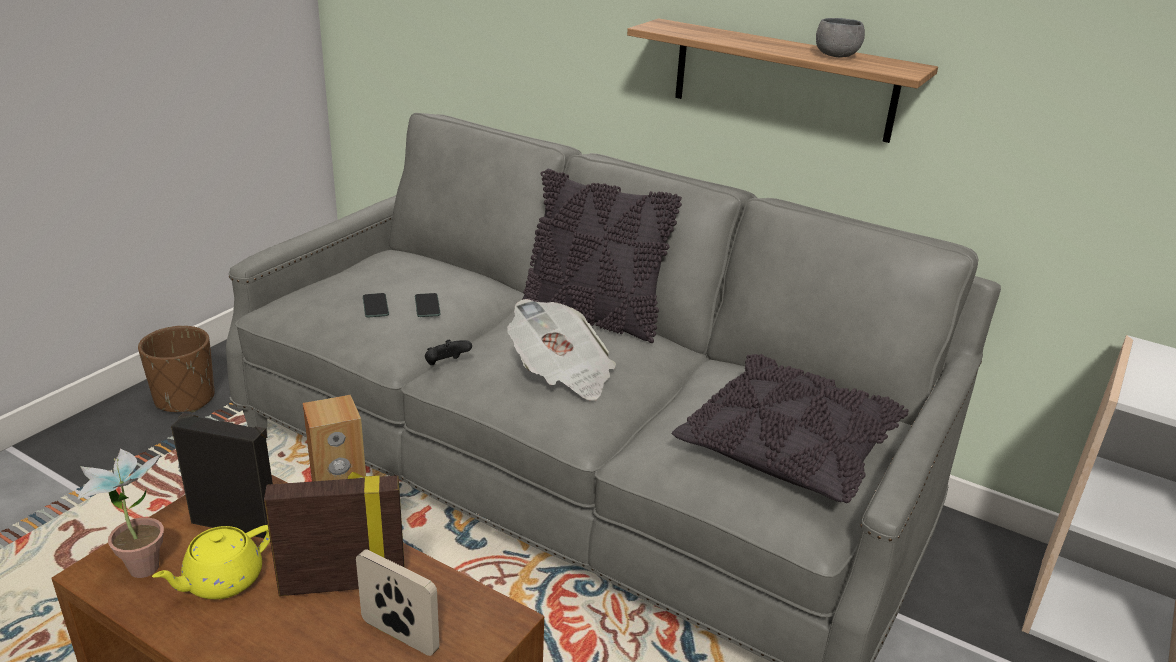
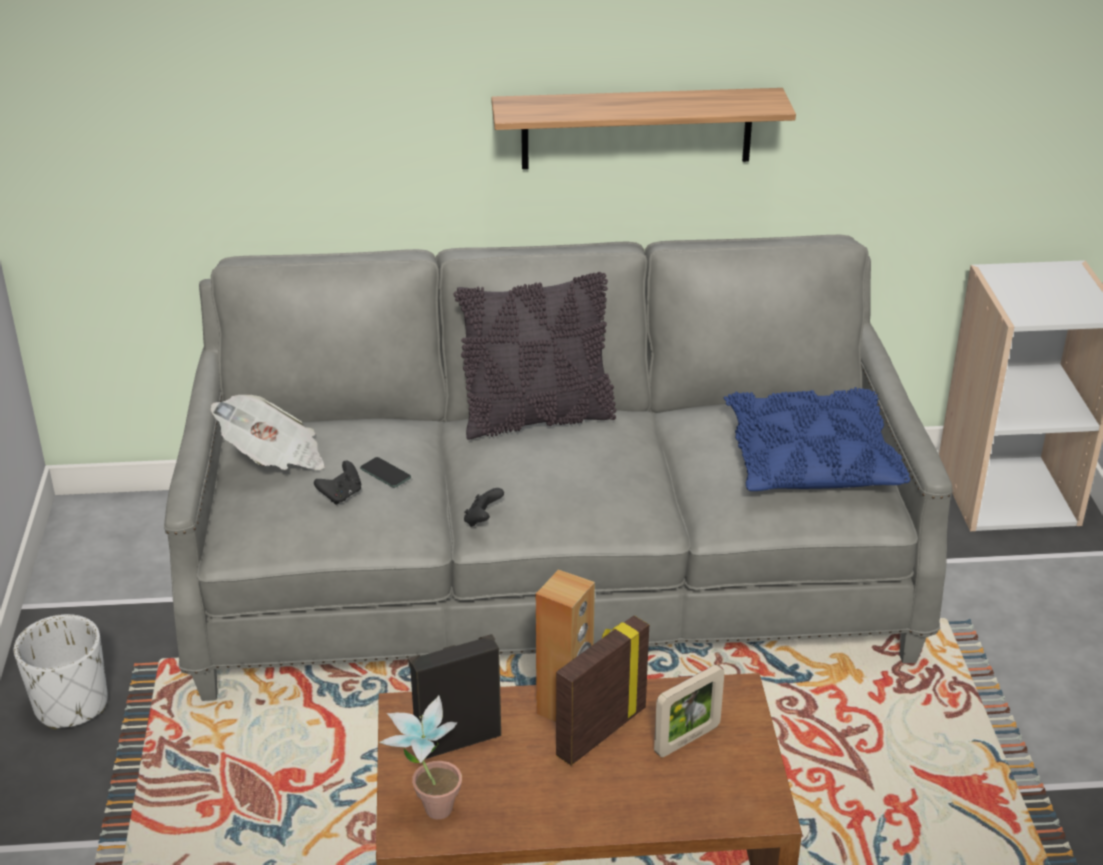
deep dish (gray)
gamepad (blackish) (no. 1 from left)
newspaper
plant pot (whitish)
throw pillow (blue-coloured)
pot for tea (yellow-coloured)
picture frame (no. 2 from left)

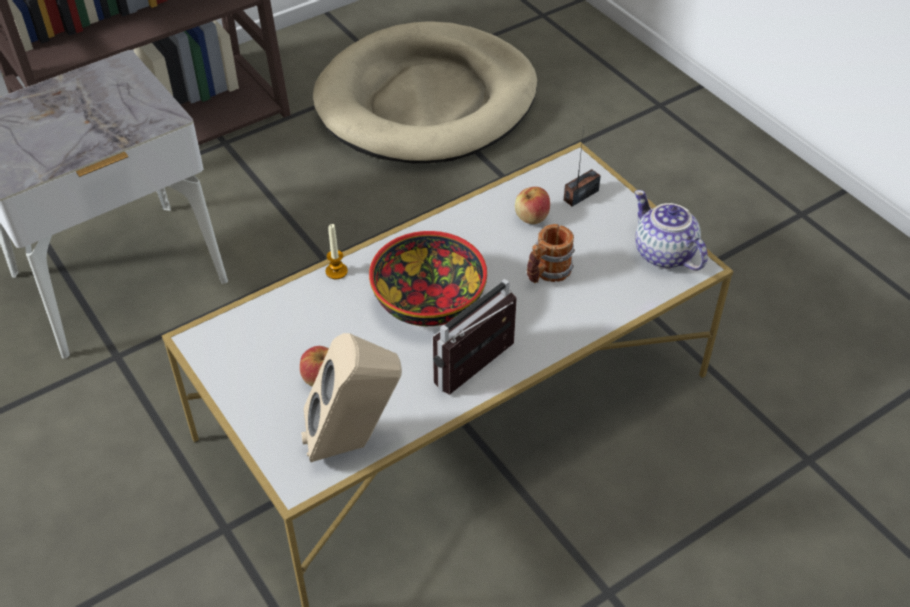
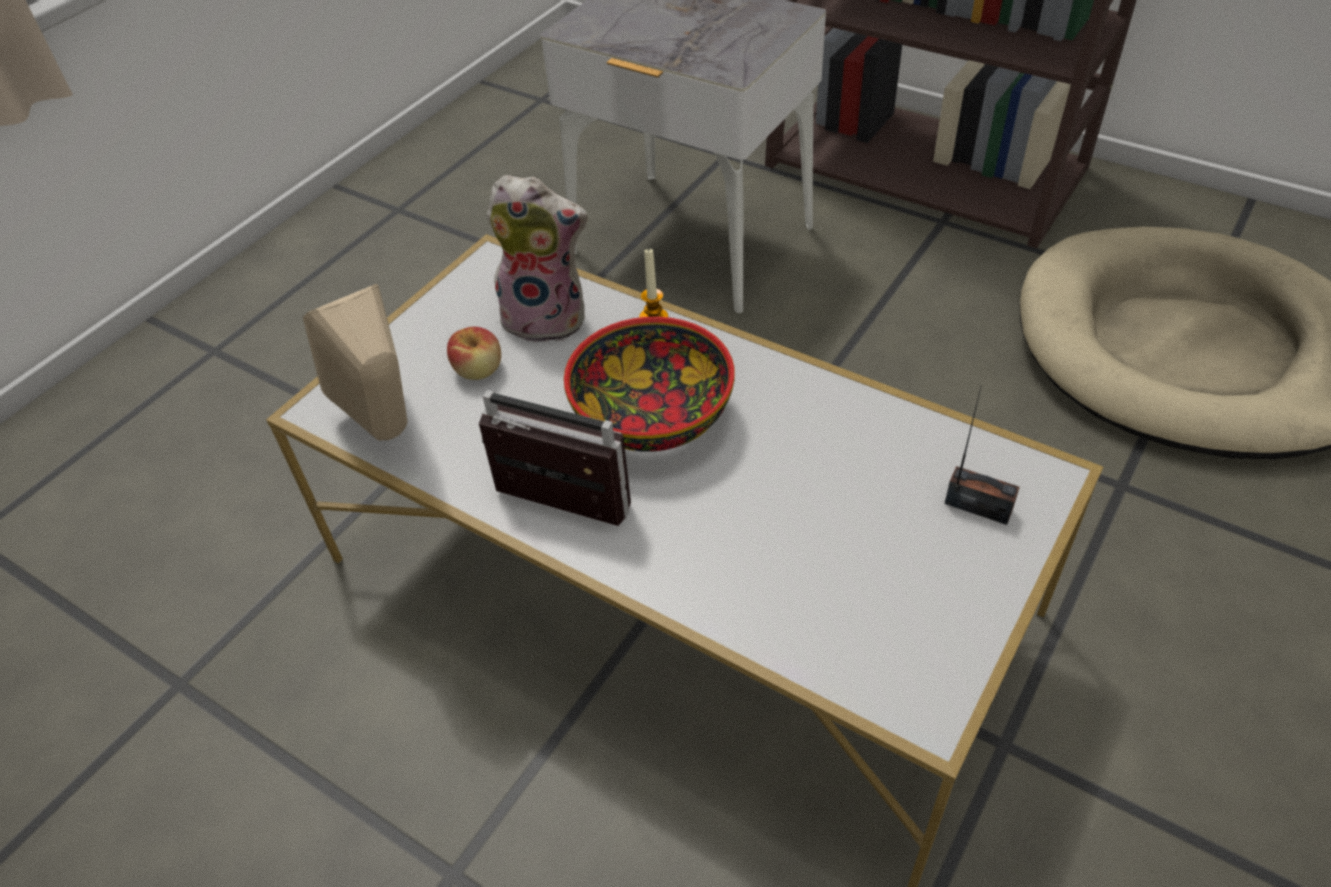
apple (no. 2 from left in the first image)
pot for tea
tea mug
soft toy

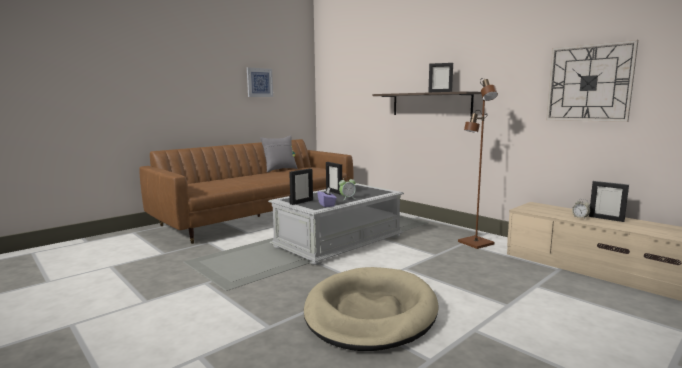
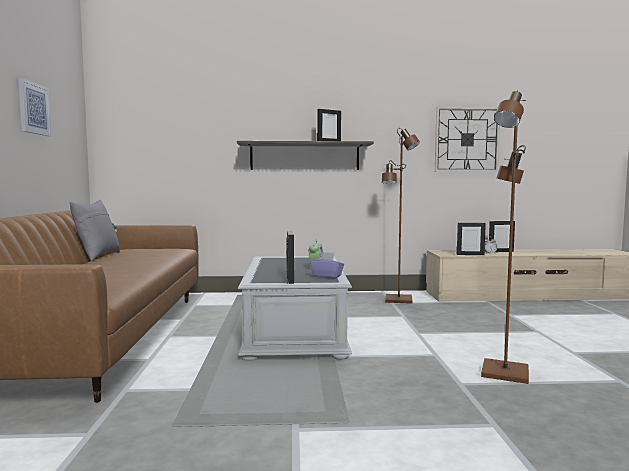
picture frame (no. 3 from left)
standing lamp (brown) (no. 2 from left)

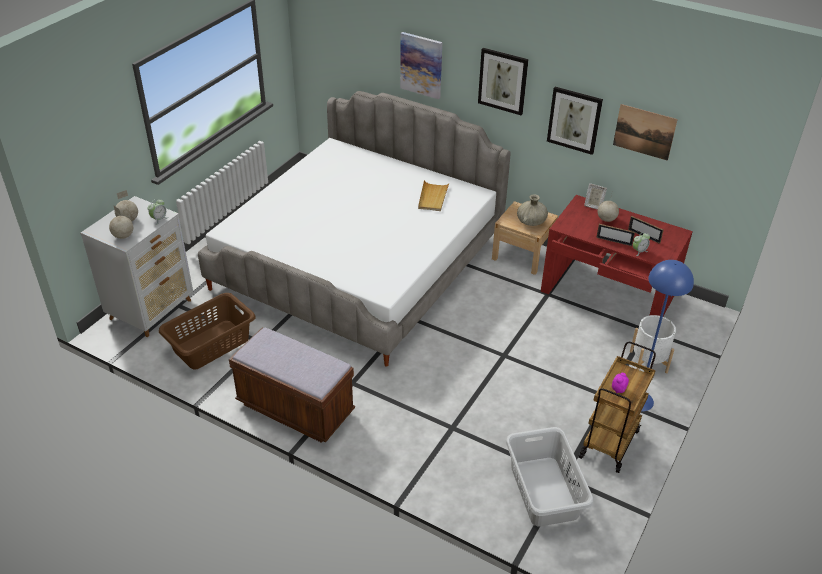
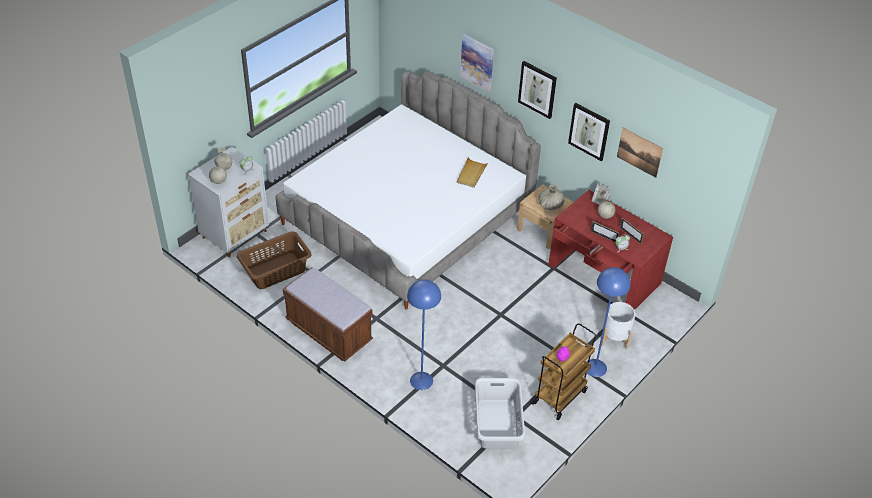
standing lamp (blue-coloured) (no. 1 from left)

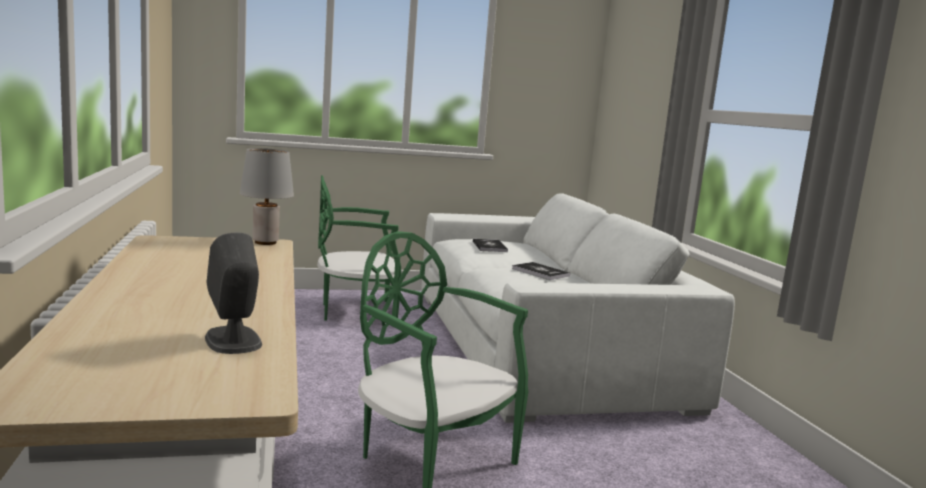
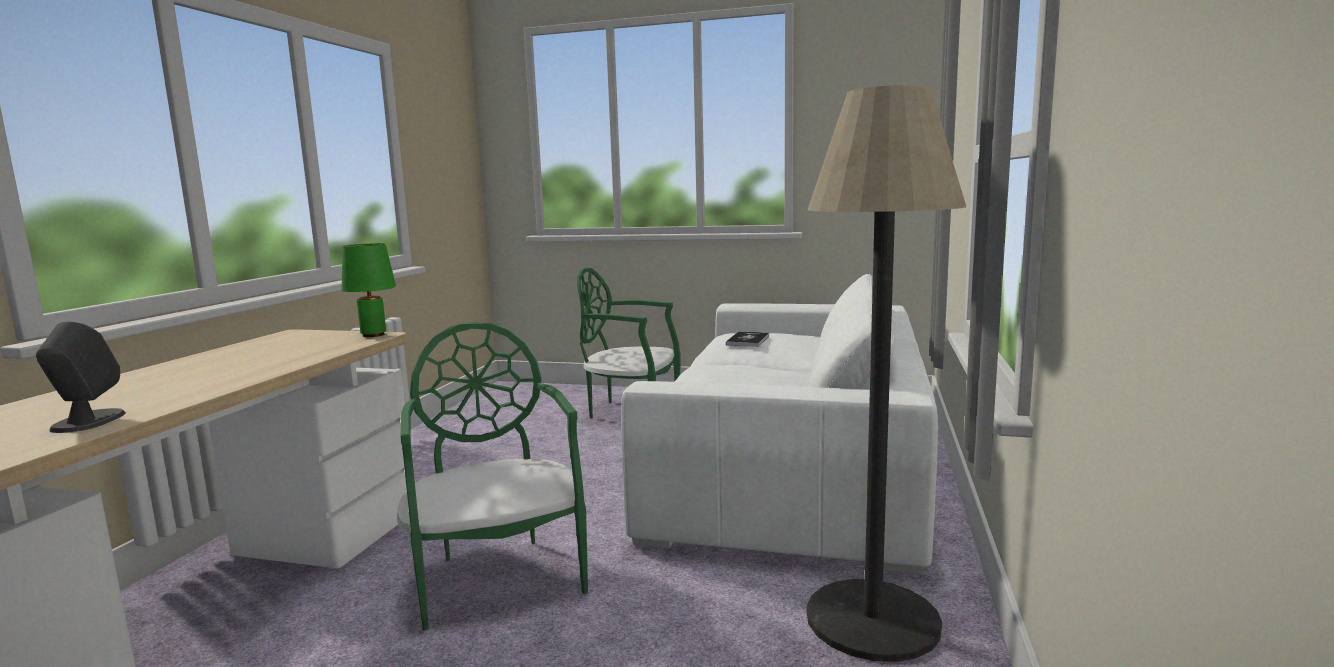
table lamp (greenish)
volume (no. 2 from left in the first image)
standing lamp

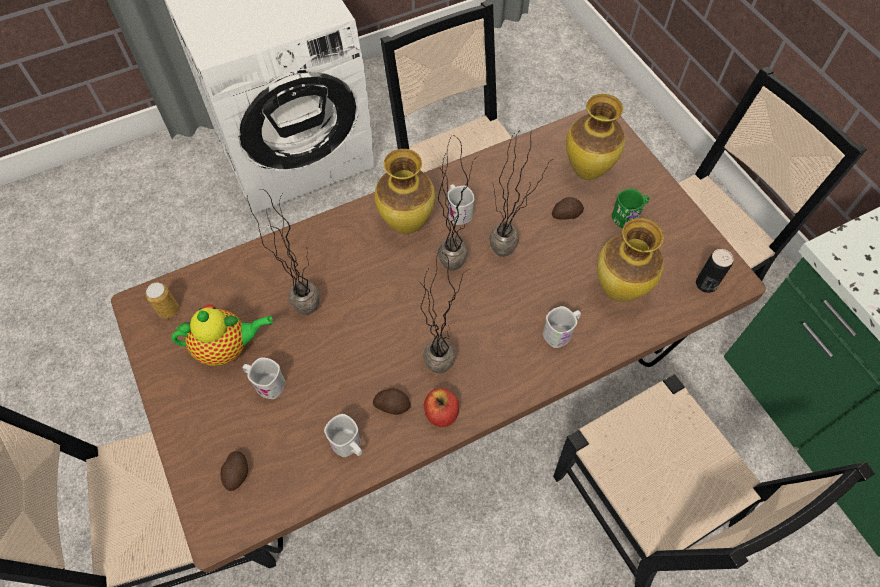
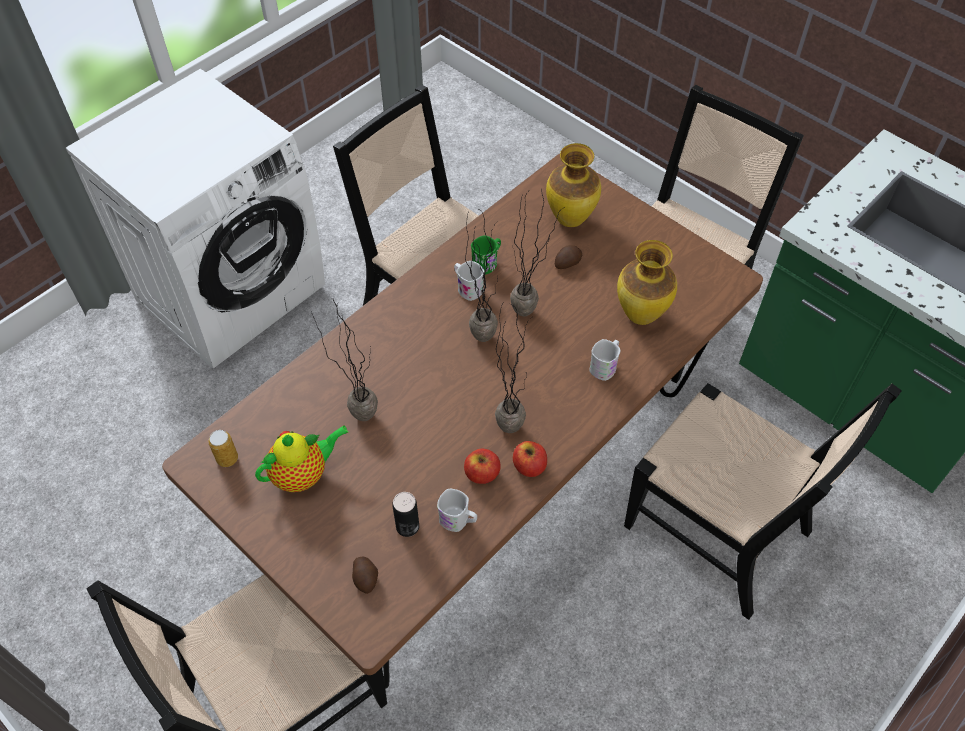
decorative vase (no. 1 from left in the first image)
tea mug (greenish)
sealed can (no. 2 from left)
tea mug (whitish) (no. 1 from left in the first image)
apple (no. 1 from left)

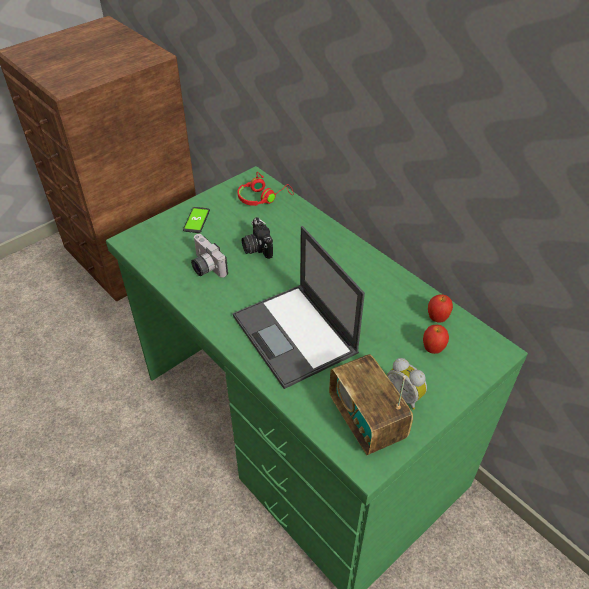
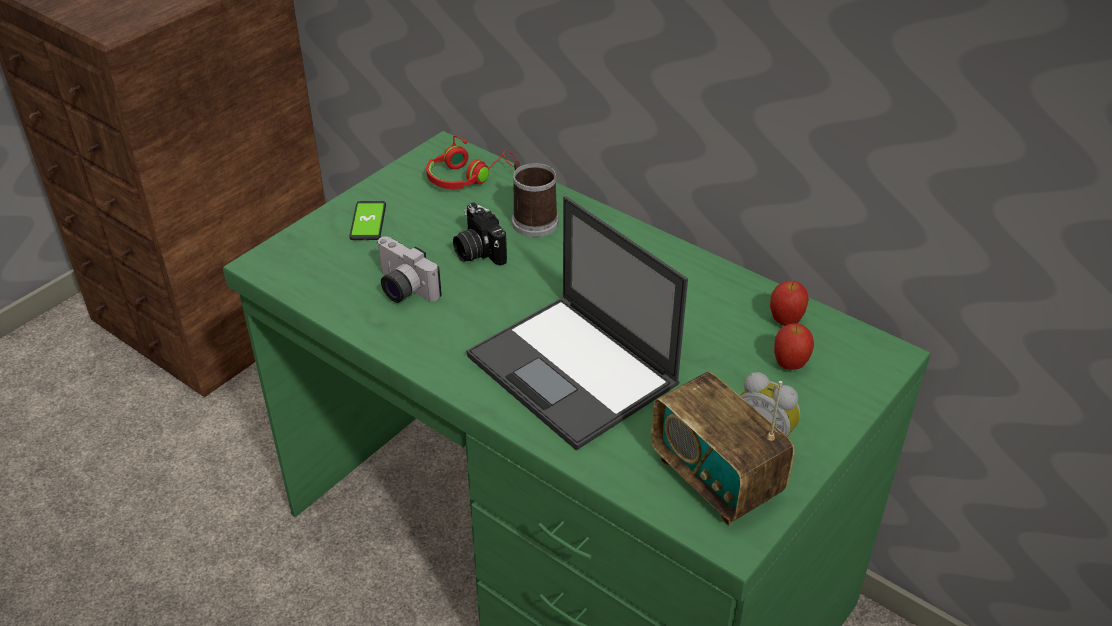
tea mug

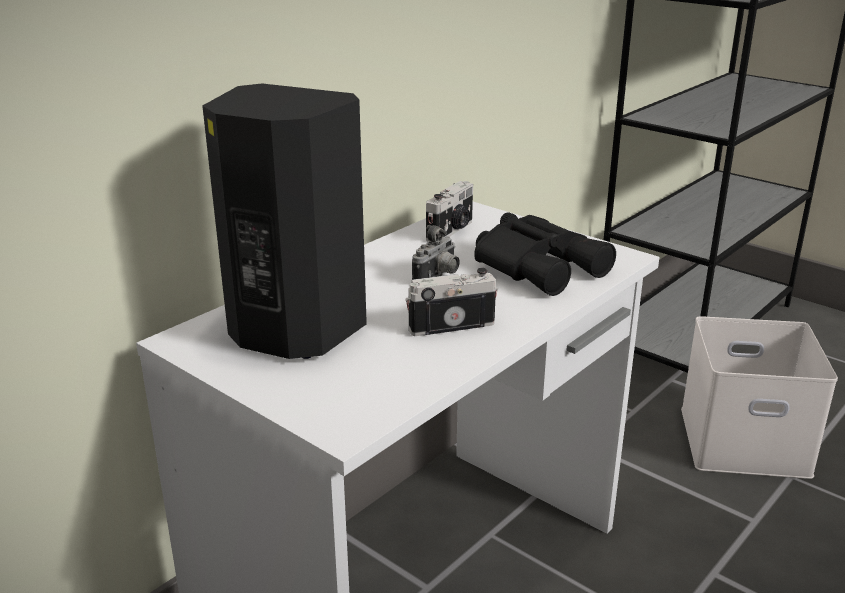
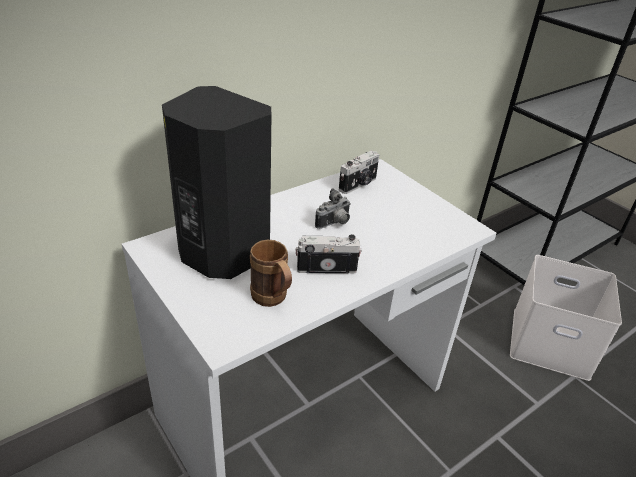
binoculars (blackish)
tea mug (brown)

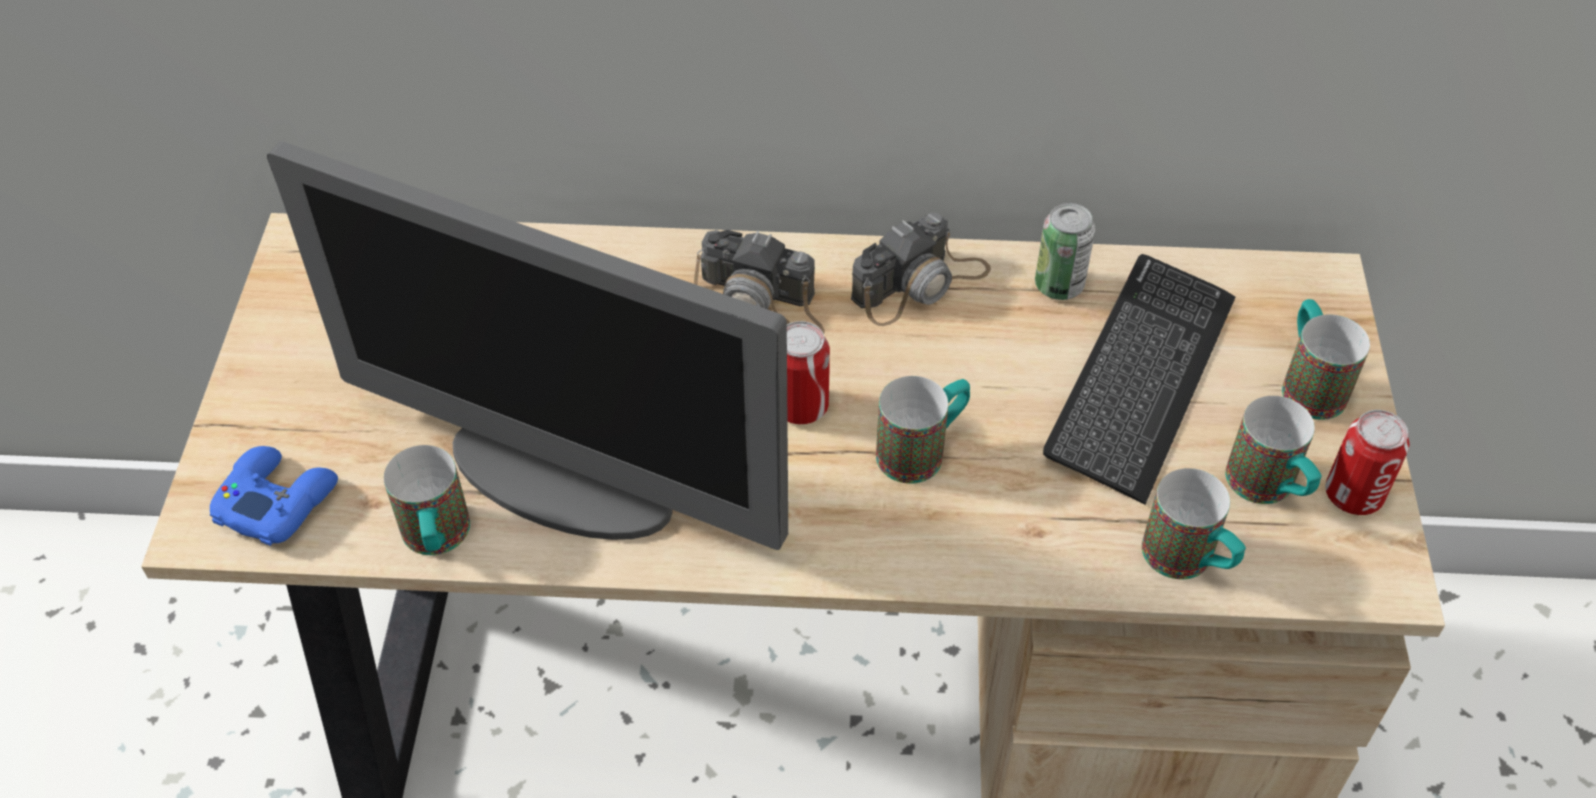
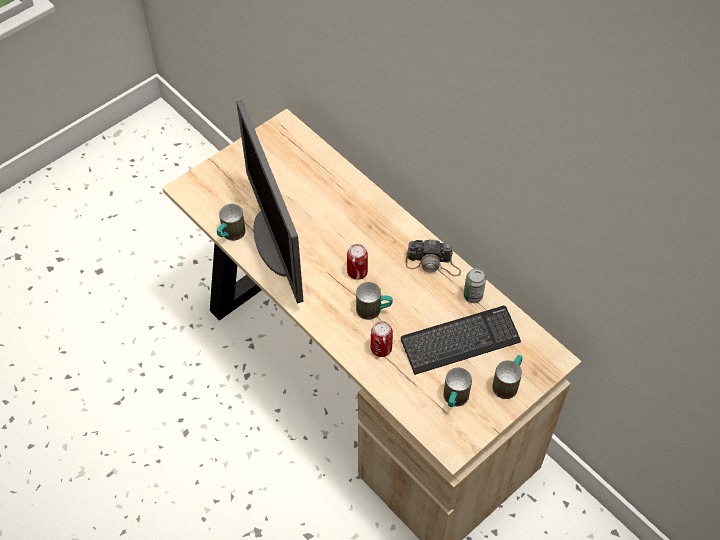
still camera (no. 1 from left in the first image)
sealed can (no. 2 from left)
gamepad (blue-coloured)
tea mug (no. 3 from left in the first image)

